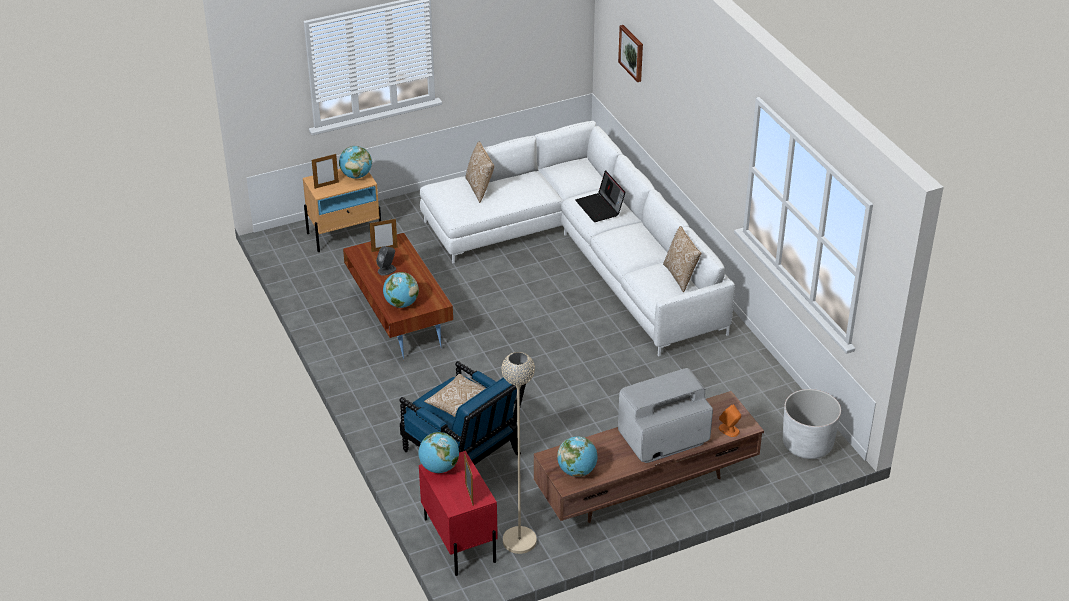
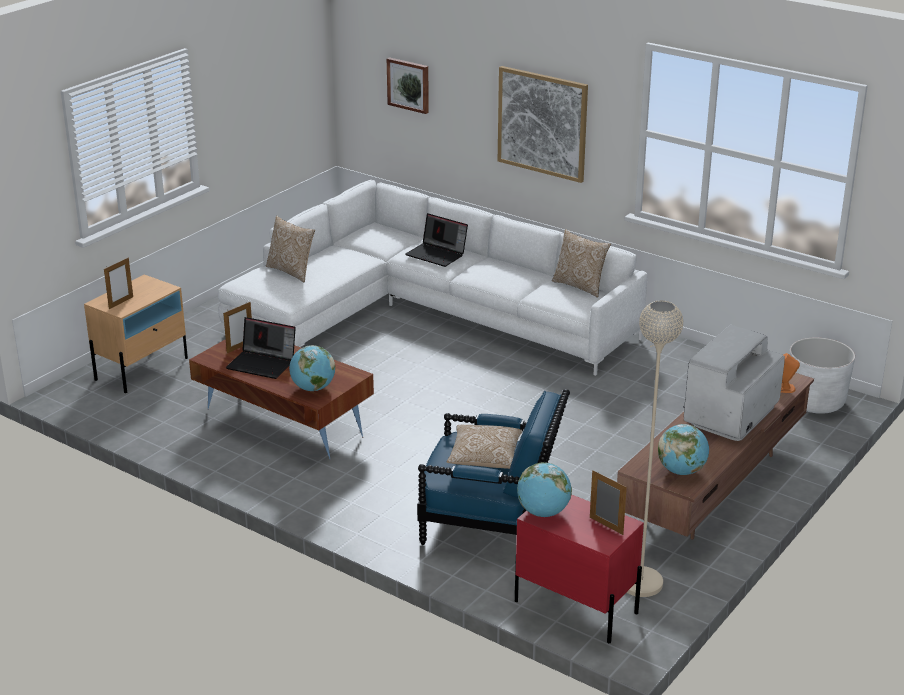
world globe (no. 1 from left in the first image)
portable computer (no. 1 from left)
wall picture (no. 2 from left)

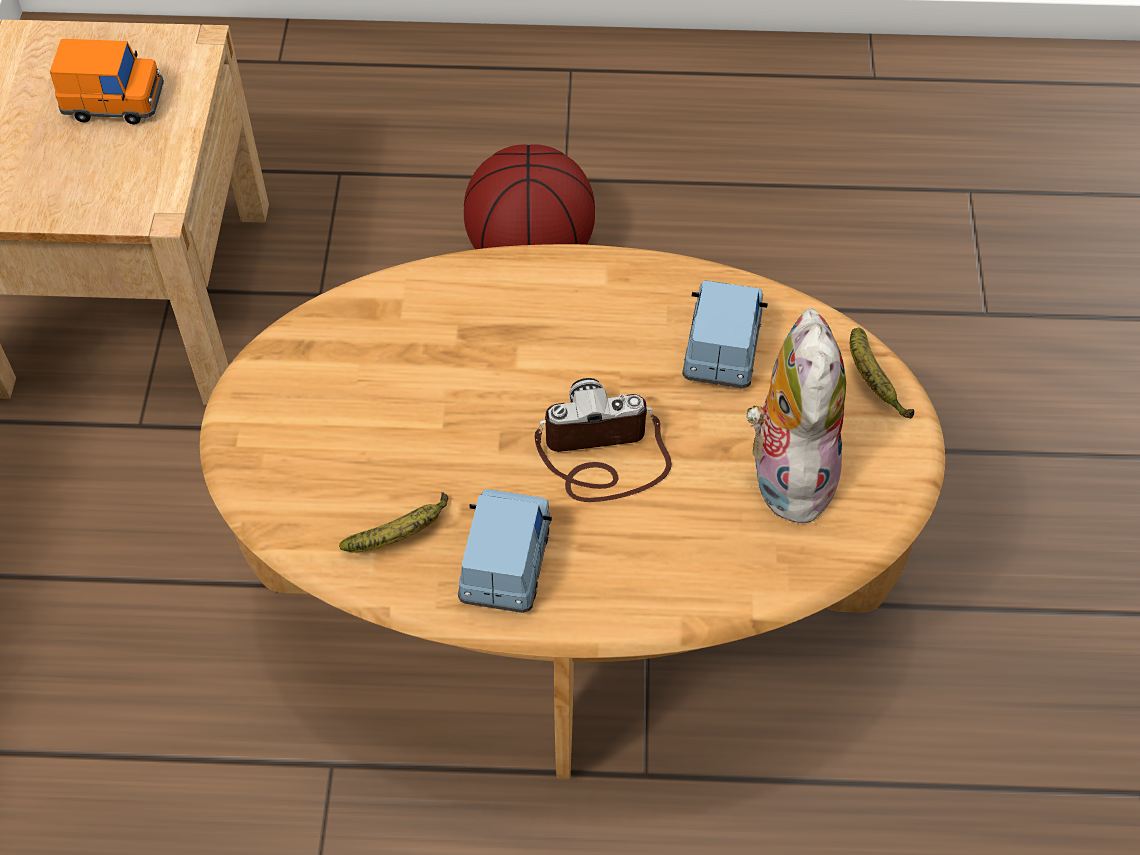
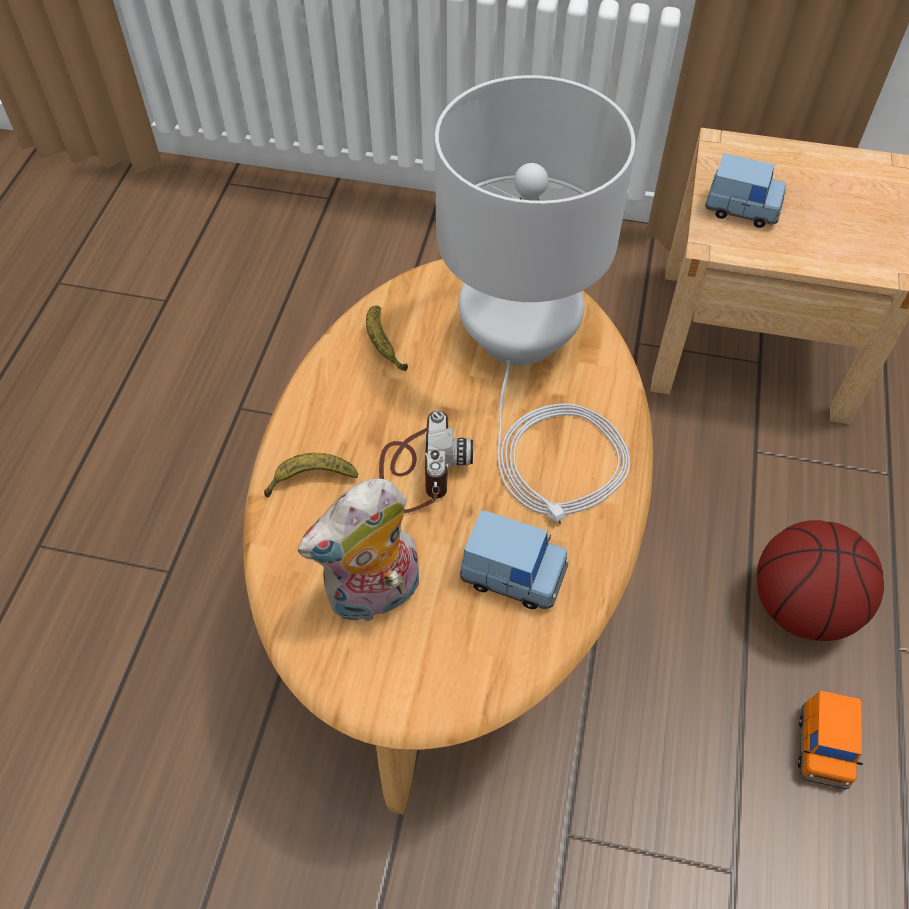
model car (orange-coloured)
soft toy
banana (no. 1 from left)
model car (blue-coloured) (no. 2 from left)
table lamp (whitish)

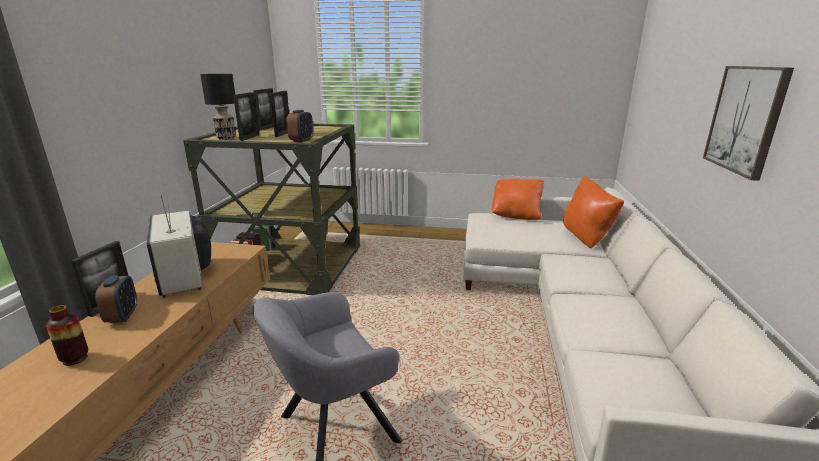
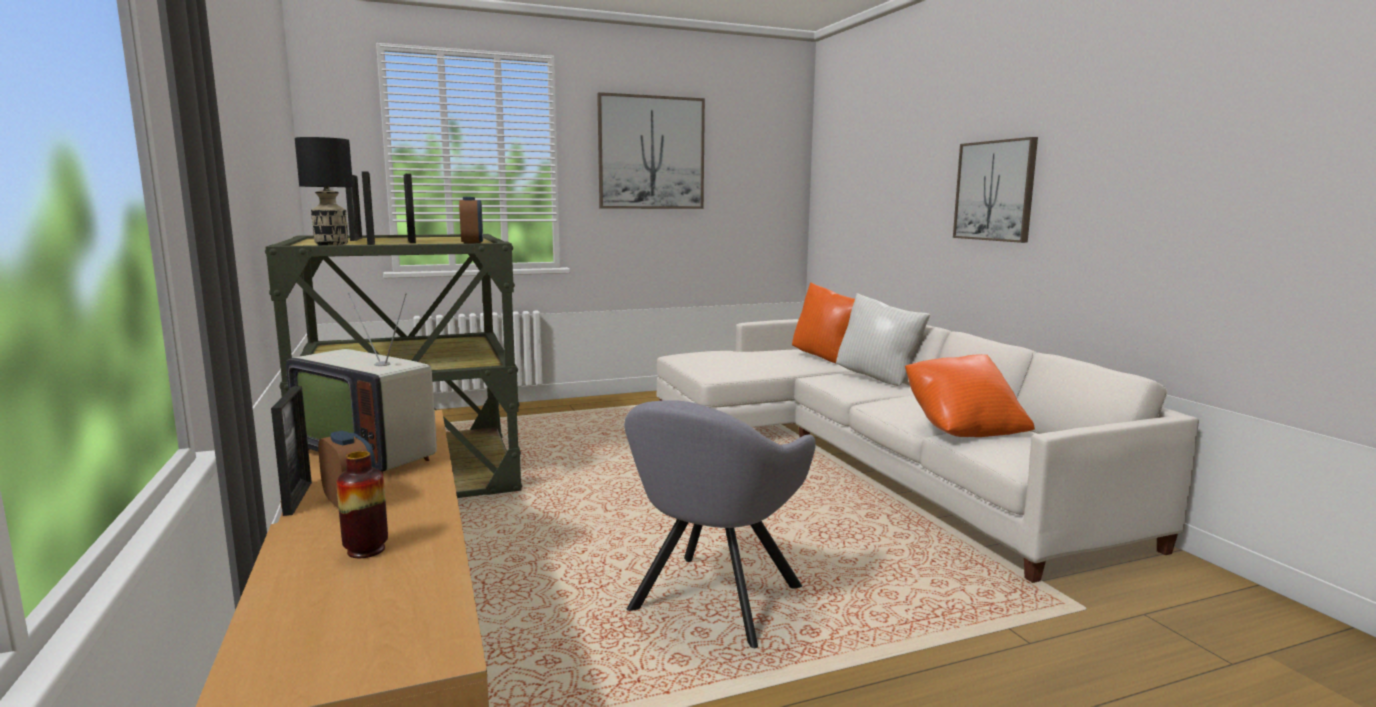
throw pillow (orange-coloured) (no. 2 from left)
wall picture (no. 1 from left)
throw pillow (whitish)

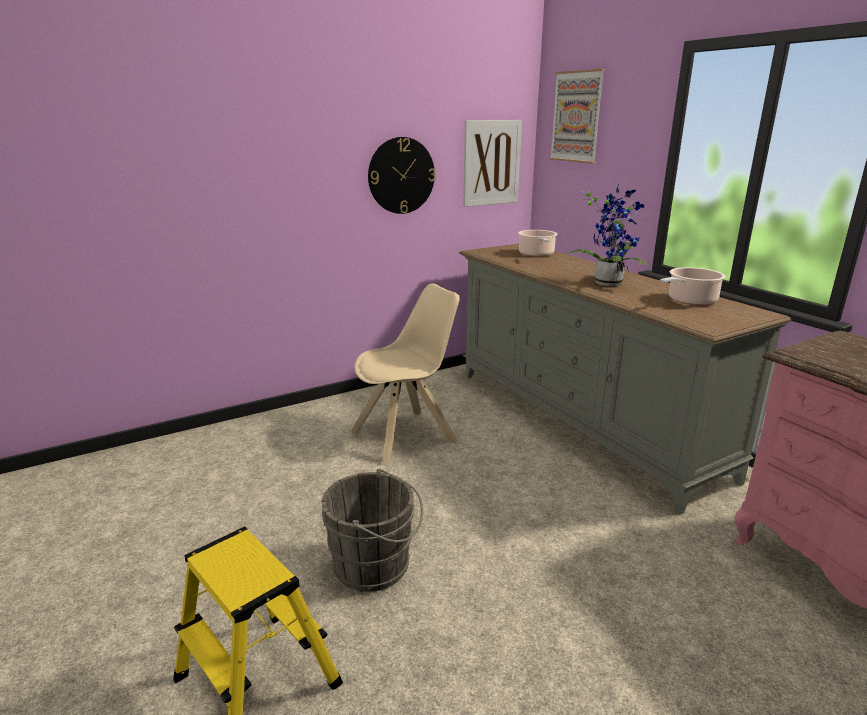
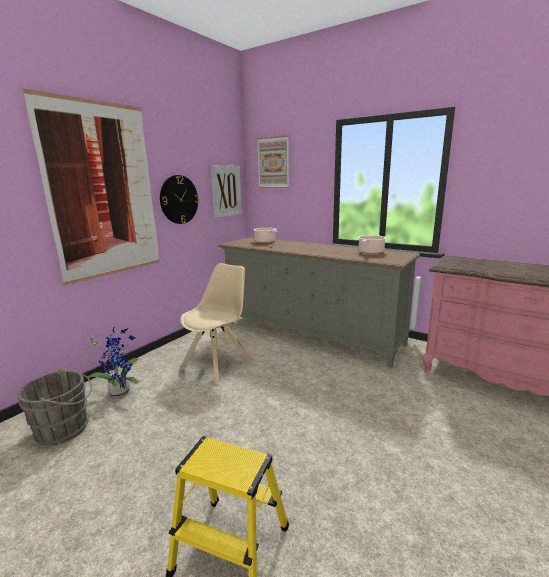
houseplant
pail (gray)
wall picture (no. 1 from left)

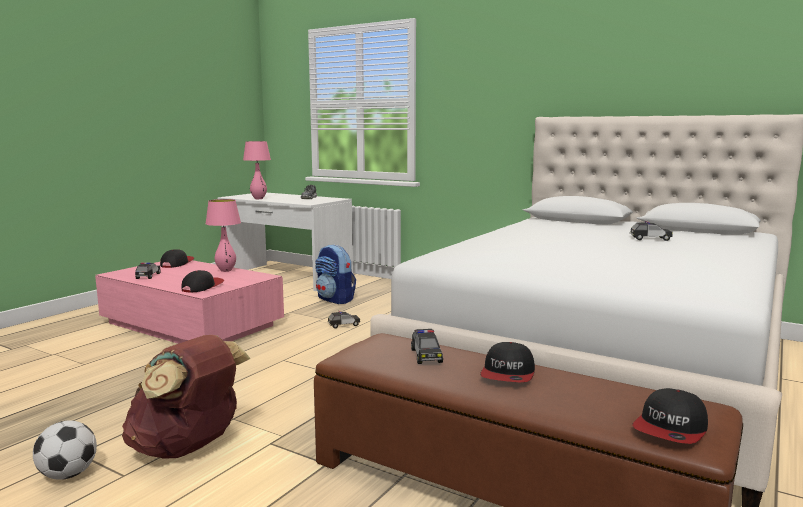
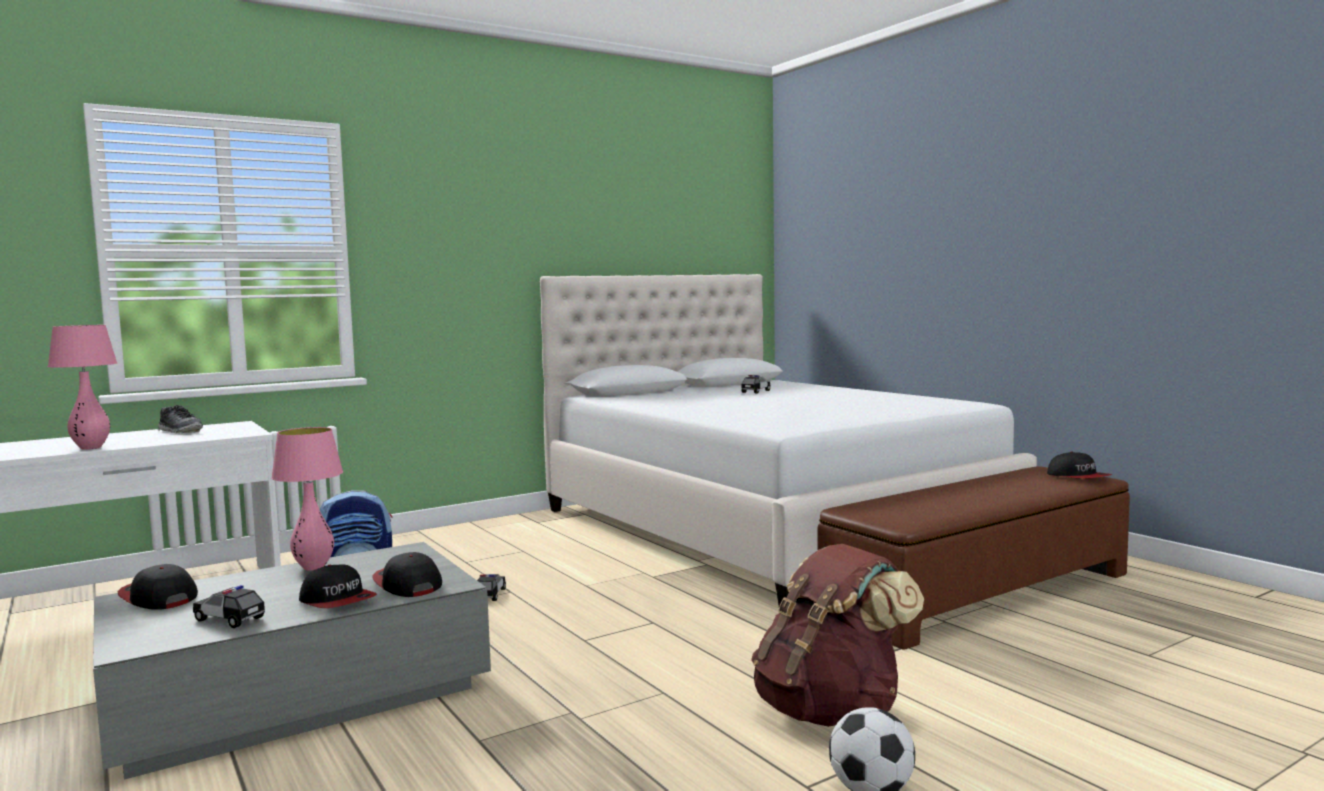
coffee table (gray)
model car (no. 3 from left in the first image)
cap (no. 2 from left)

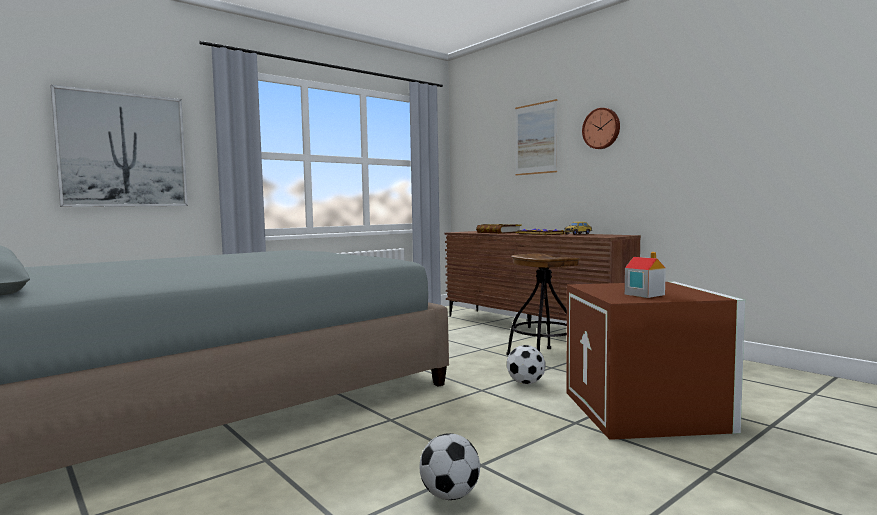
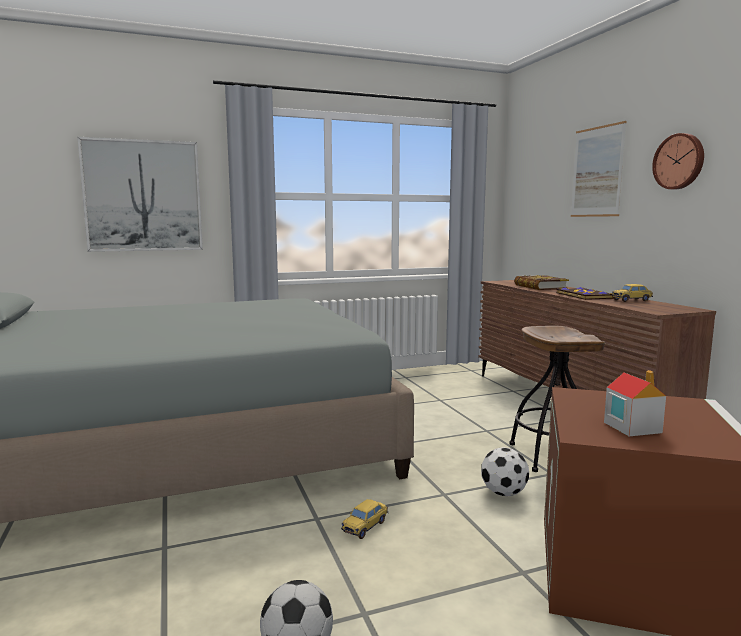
model car (no. 1 from left)

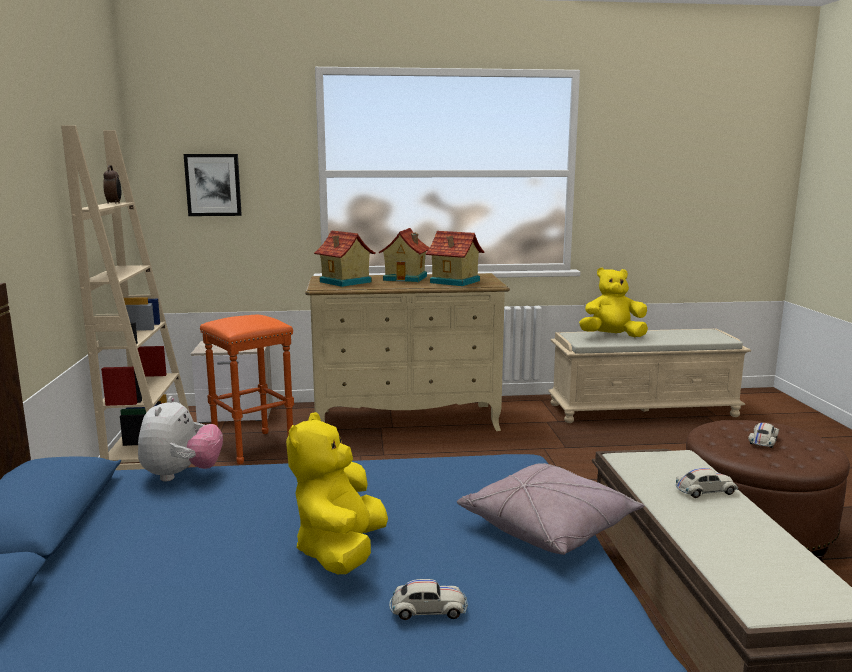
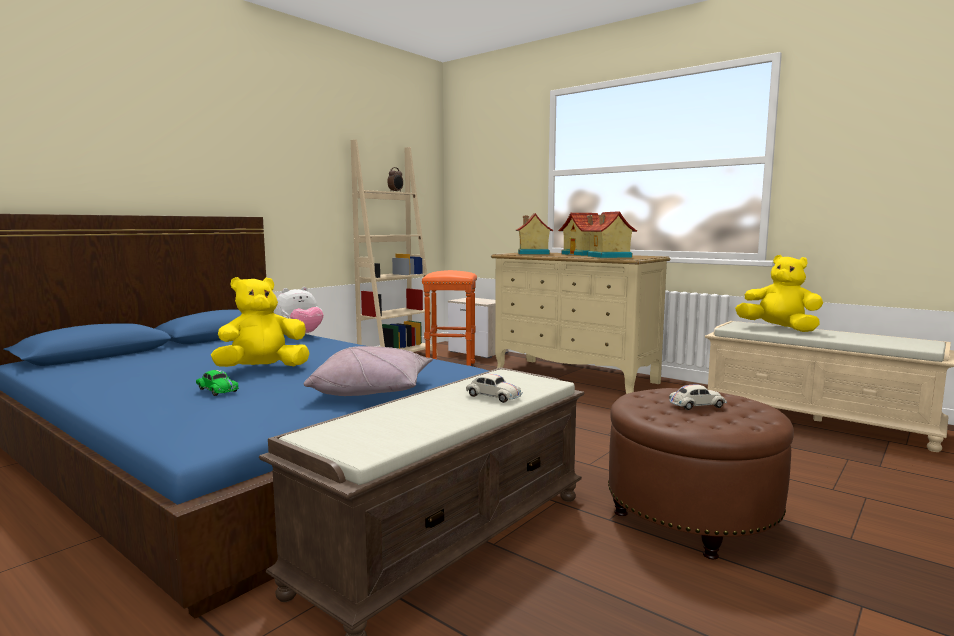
wall picture
model car (greenish)

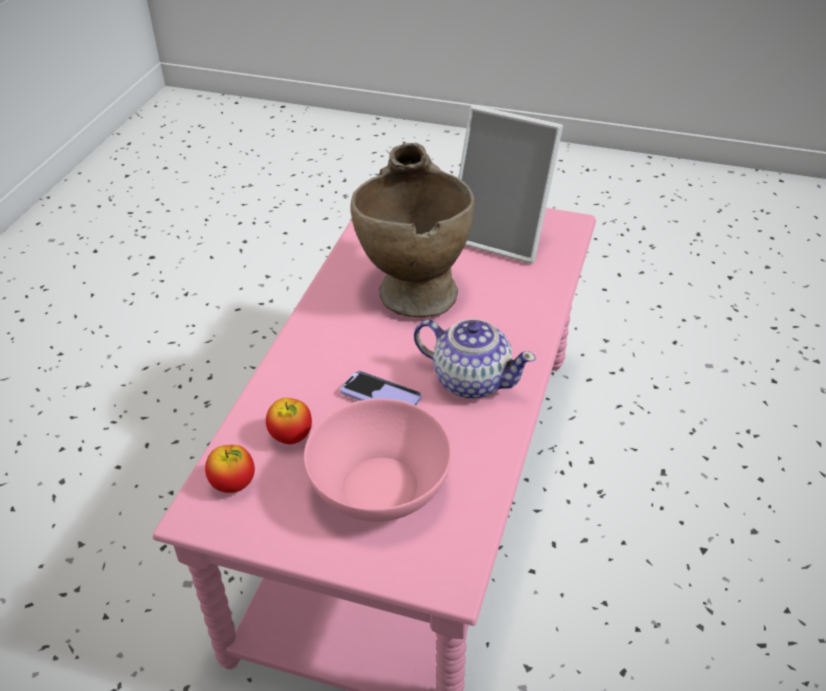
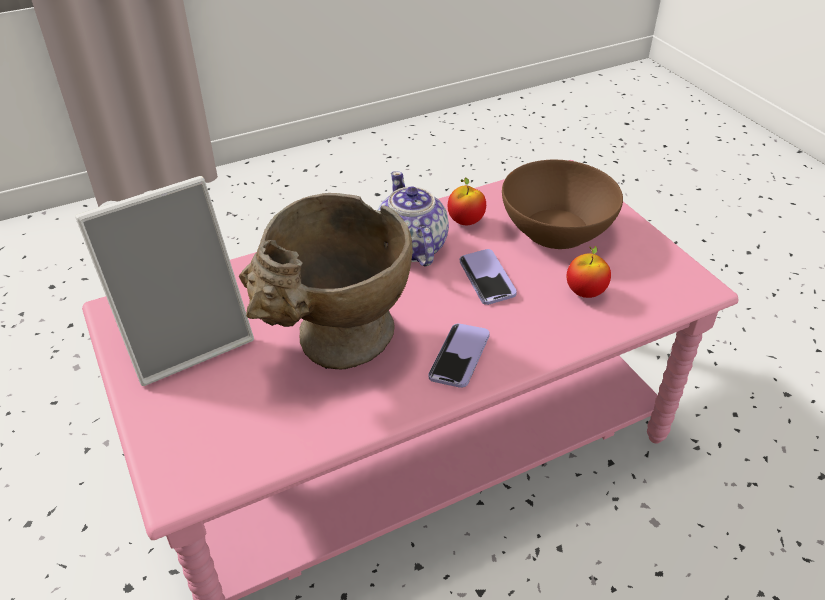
picture frame
deep dish (brown)
apple (no. 1 from left)
telephone (no. 1 from left)

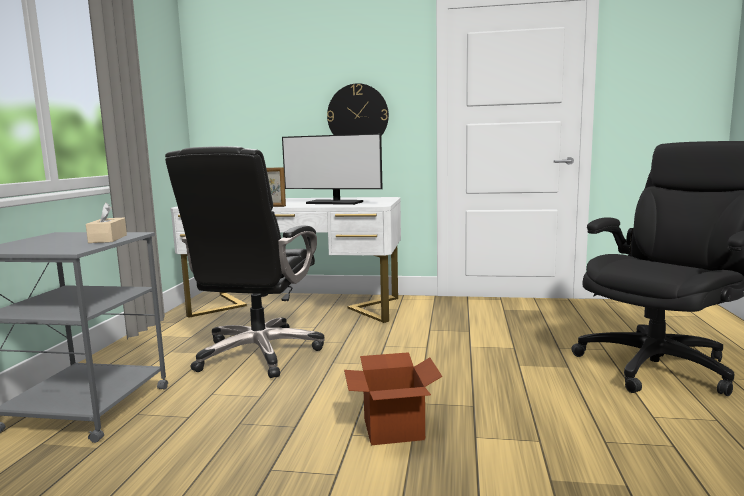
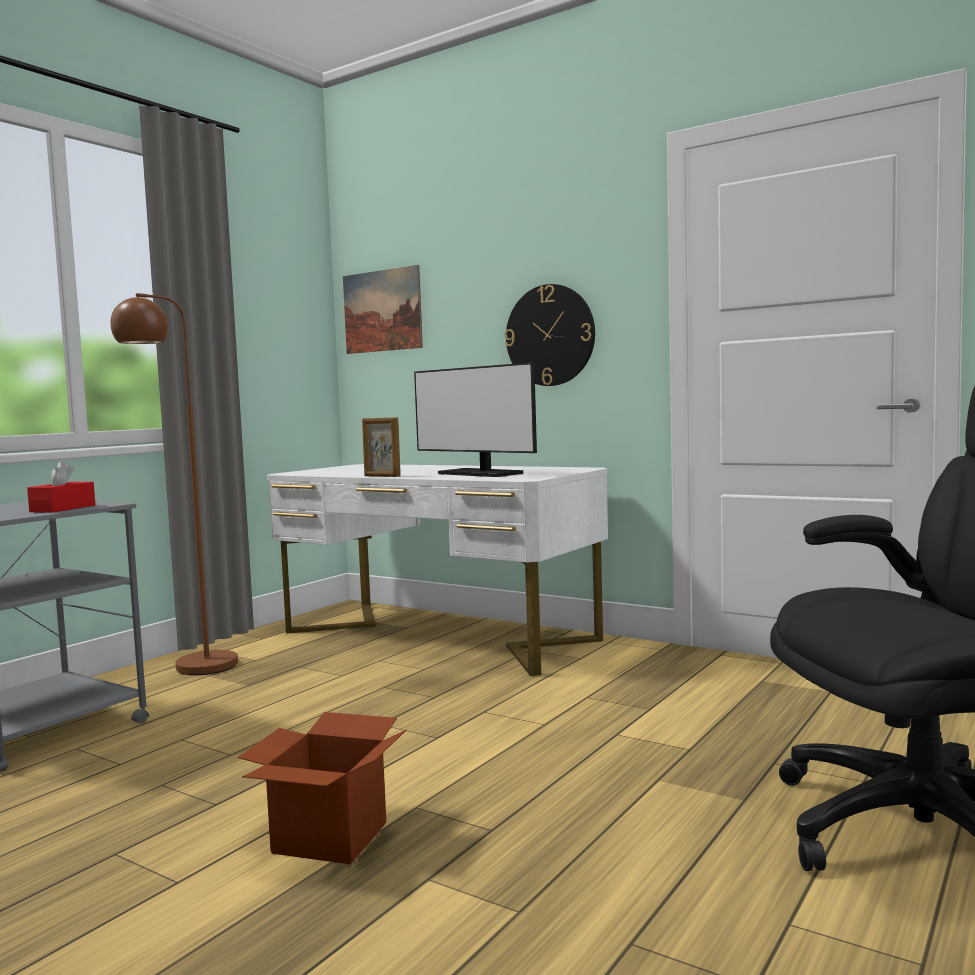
computer chair (blackish) (no. 1 from left in the first image)
tissue box (red)
wall picture
standing lamp (brown)

